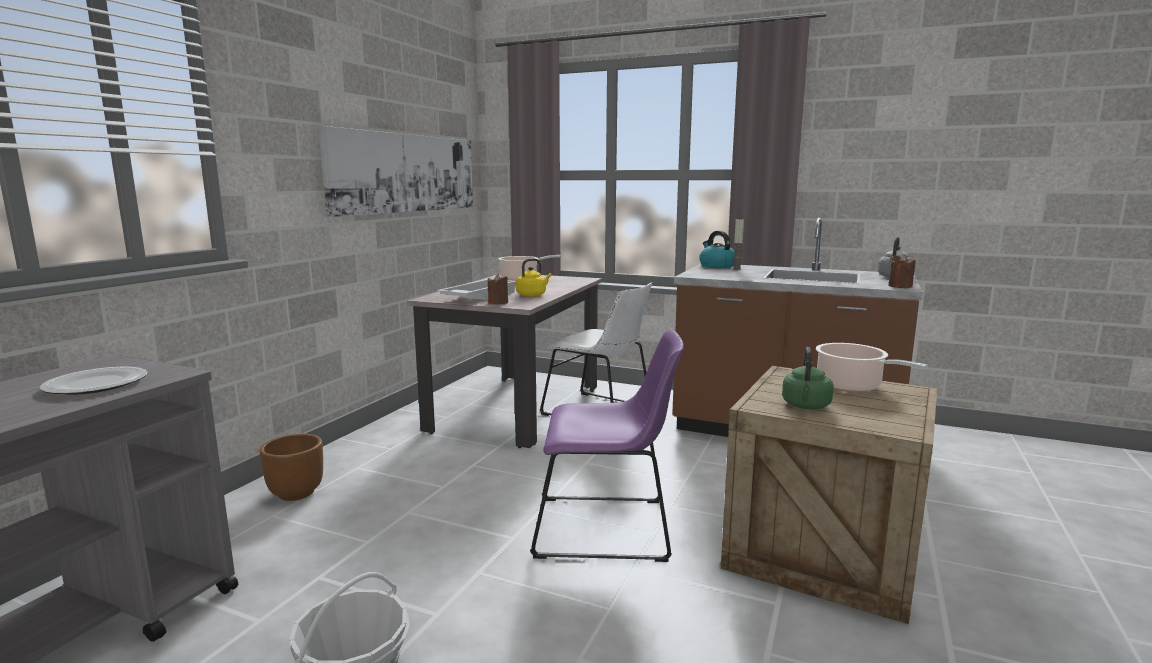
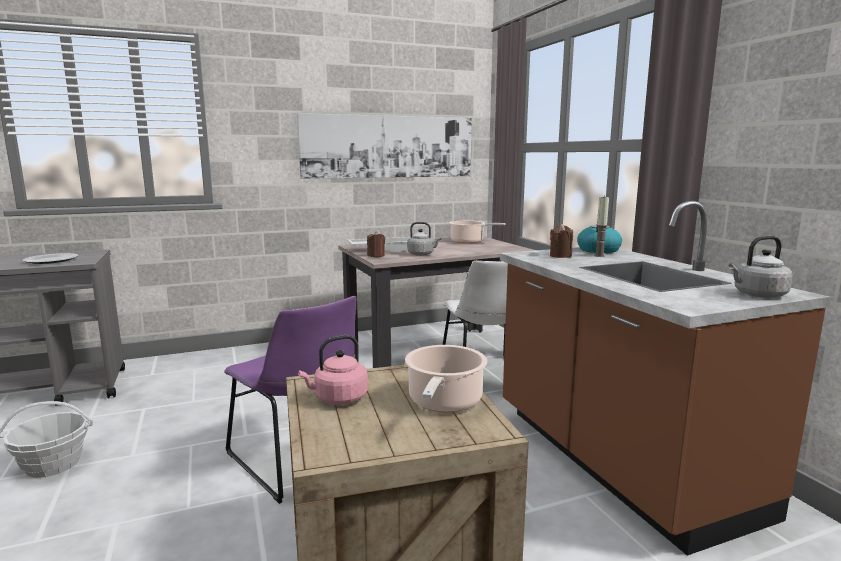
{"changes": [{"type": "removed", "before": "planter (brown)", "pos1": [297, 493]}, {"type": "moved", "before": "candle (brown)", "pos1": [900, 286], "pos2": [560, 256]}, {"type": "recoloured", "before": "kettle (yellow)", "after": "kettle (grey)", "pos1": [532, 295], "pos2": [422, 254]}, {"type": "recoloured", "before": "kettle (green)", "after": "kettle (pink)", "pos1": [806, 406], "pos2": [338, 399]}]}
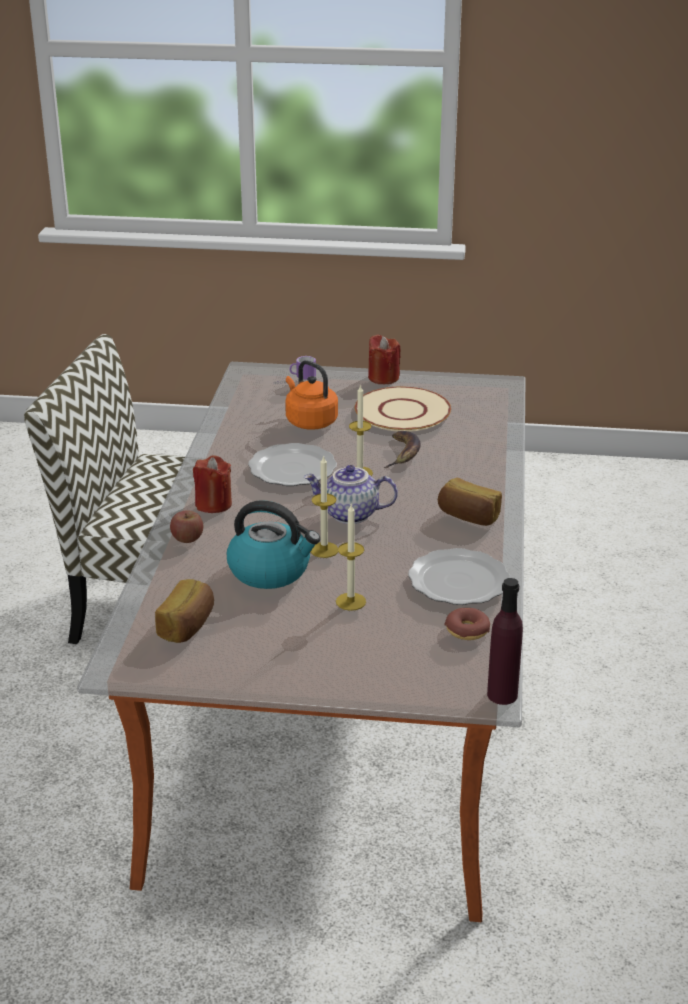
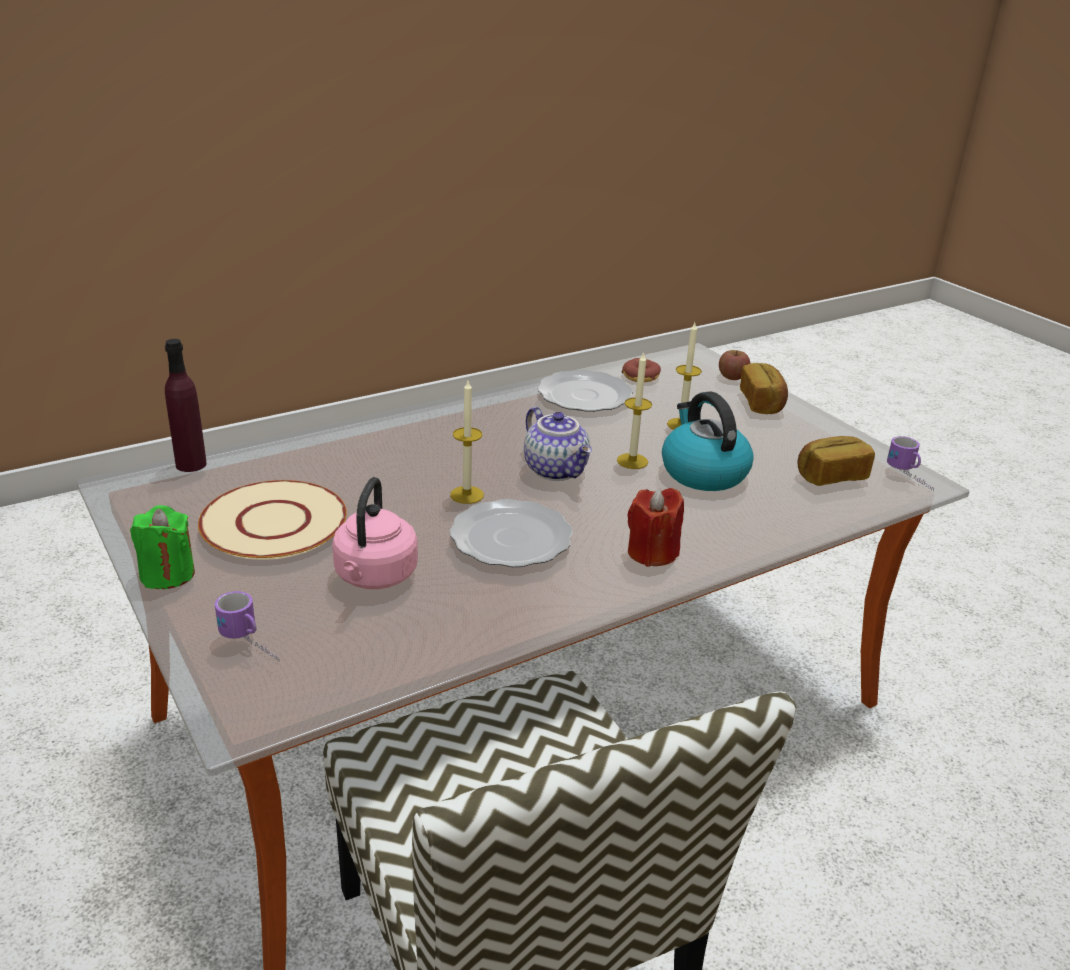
{"changes": [{"type": "removed", "before": "banana", "pos1": [403, 453]}, {"type": "added", "after": "mug", "pos2": [910, 478]}, {"type": "moved", "before": "apple", "pos1": [187, 538], "pos2": [732, 377]}, {"type": "moved", "before": "bread", "pos1": [468, 517], "pos2": [762, 403]}, {"type": "moved", "before": "bottle (purple)", "pos1": [502, 695], "pos2": [191, 464]}, {"type": "recoloured", "before": "kettle (orange)", "after": "kettle (pink)", "pos1": [309, 421], "pos2": [374, 577]}, {"type": "recoloured", "before": "candle (red)", "after": "candle (green)", "pos1": [383, 378], "pos2": [167, 574]}]}
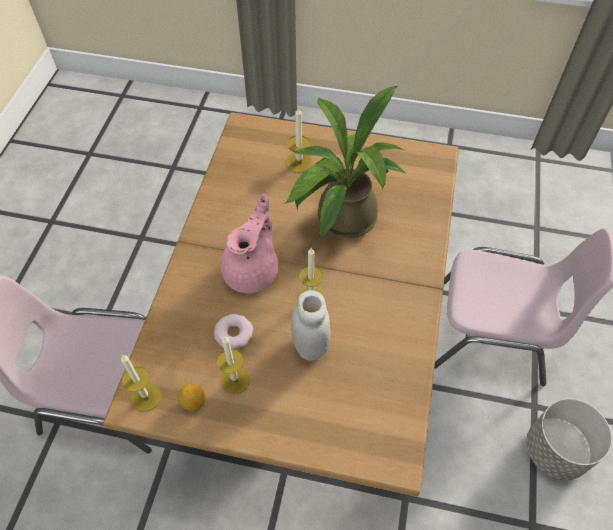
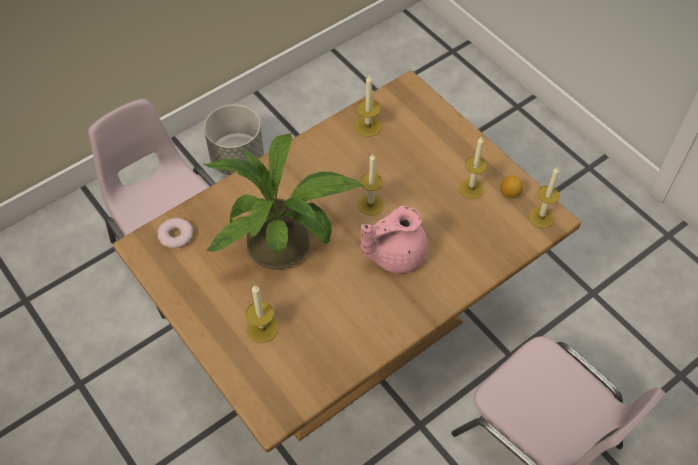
{"changes": [{"type": "removed", "before": "jar (white)", "pos1": [310, 345]}, {"type": "added", "after": "candle", "pos2": [367, 126]}, {"type": "moved", "before": "donut", "pos1": [234, 333], "pos2": [175, 235]}]}
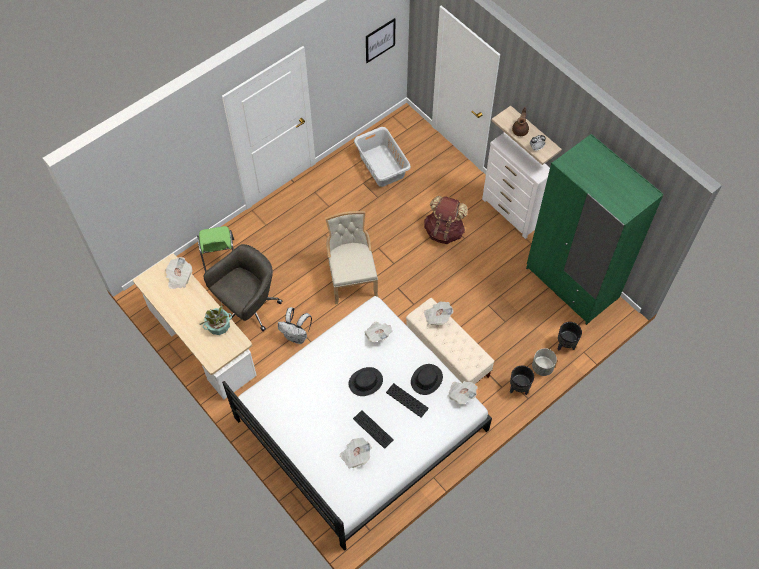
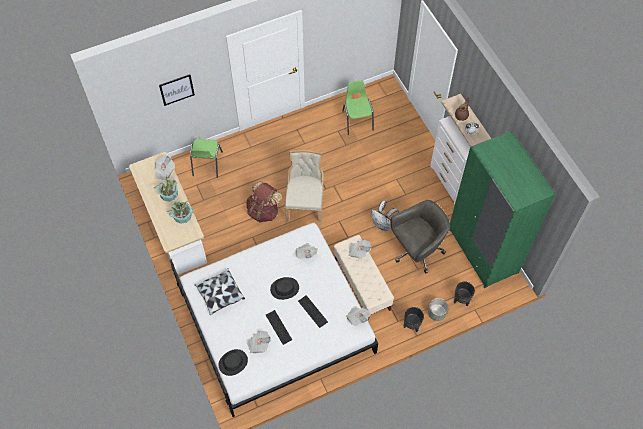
{"changes": [{"type": "added", "after": "potted plant", "pos2": [169, 194]}, {"type": "added", "after": "pillow", "pos2": [220, 295]}, {"type": "moved", "before": "office chair (grey)", "pos1": [248, 307], "pos2": [416, 251]}, {"type": "moved", "before": "backpack (white)", "pos1": [297, 336], "pos2": [383, 225]}, {"type": "moved", "before": "picture", "pos1": [380, 40], "pos2": [177, 89]}, {"type": "moved", "before": "hat (black)", "pos1": [426, 379], "pos2": [233, 362]}, {"type": "moved", "before": "backpack (brown)", "pos1": [444, 231], "pos2": [263, 211]}, {"type": "replaced", "before": "laundry basket (grey)", "after": "chair (green)", "pos1": [382, 165], "pos2": [357, 120]}]}
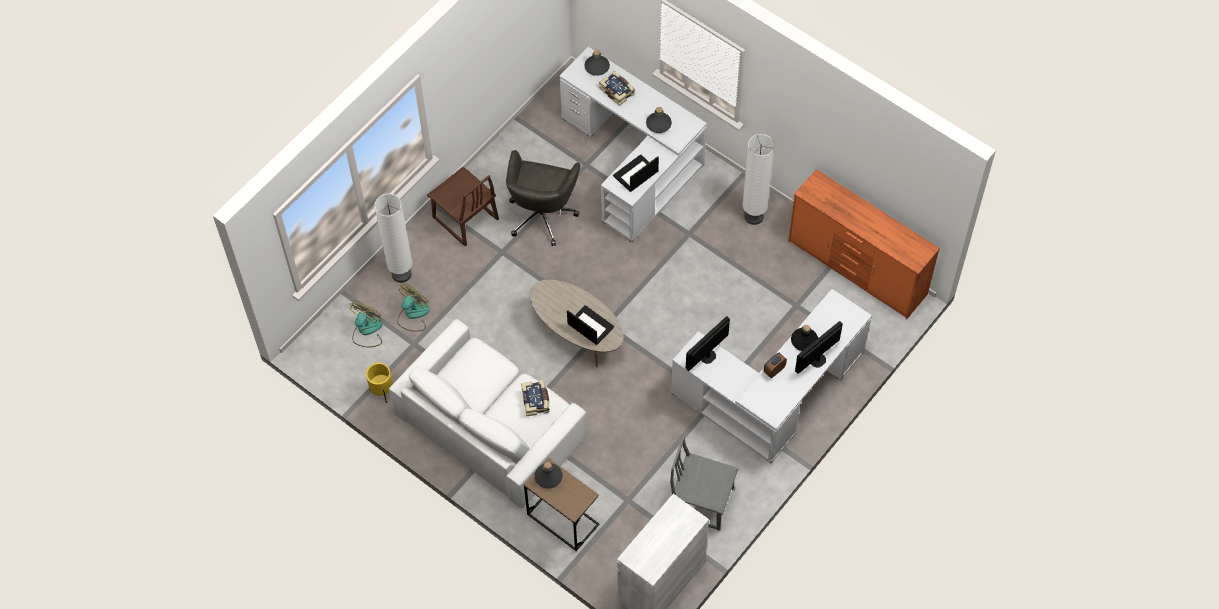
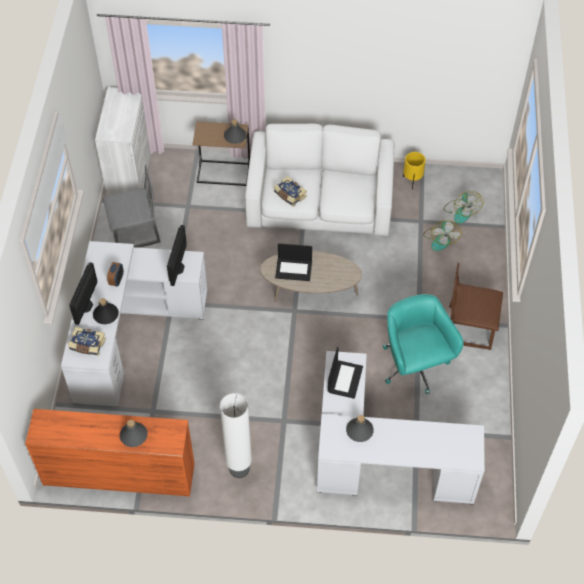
{"changes": [{"type": "removed", "before": "floor lamp (white)", "pos1": [401, 274]}, {"type": "moved", "before": "bottle (grey)", "pos1": [596, 67], "pos2": [134, 435]}, {"type": "moved", "before": "book", "pos1": [617, 91], "pos2": [87, 345]}, {"type": "recoloured", "before": "office chair (grey)", "after": "office chair (turquoise)", "pos1": [542, 214], "pos2": [414, 367]}]}
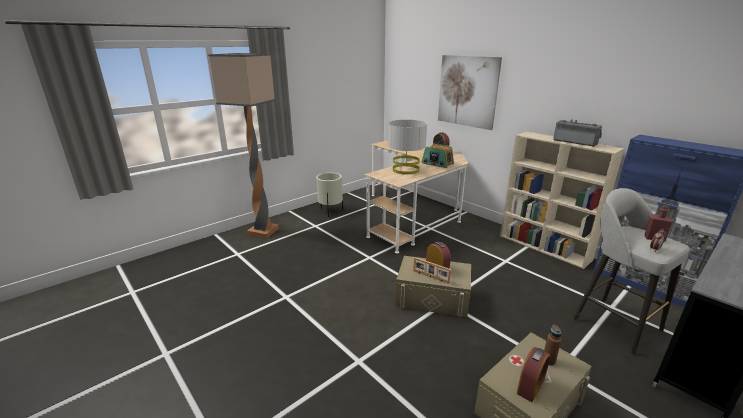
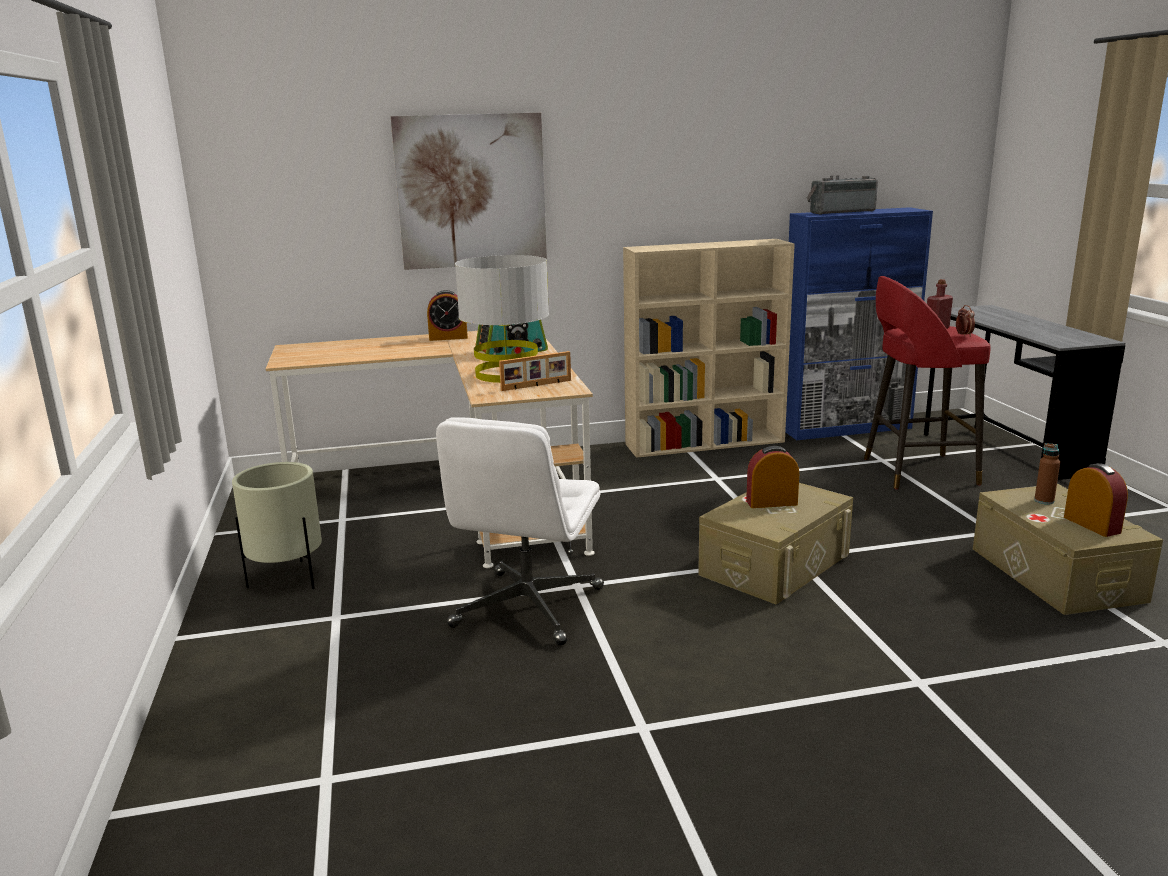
{"changes": [{"type": "removed", "before": "floor lamp", "pos1": [263, 231]}, {"type": "added", "after": "office chair (white)", "pos2": [527, 608]}, {"type": "moved", "before": "picture frame", "pos1": [430, 277], "pos2": [536, 385]}, {"type": "moved", "before": "radio", "pos1": [575, 142], "pos2": [840, 212]}, {"type": "recoloured", "before": "stool (grey)", "after": "stool (red)", "pos1": [614, 323], "pos2": [916, 471]}]}
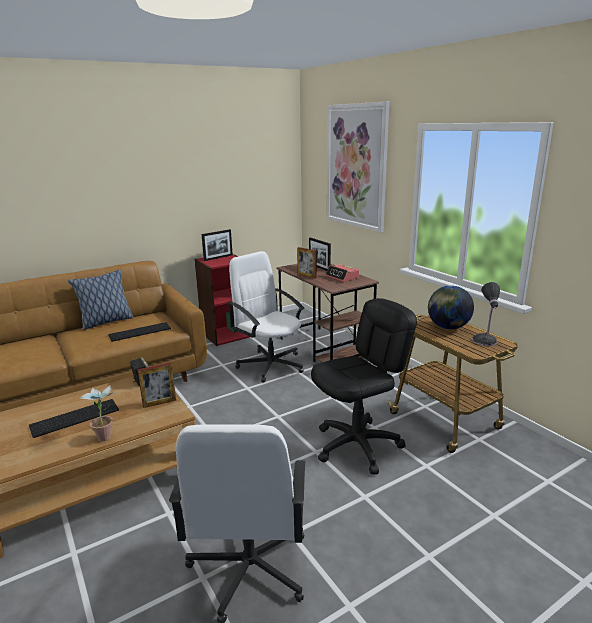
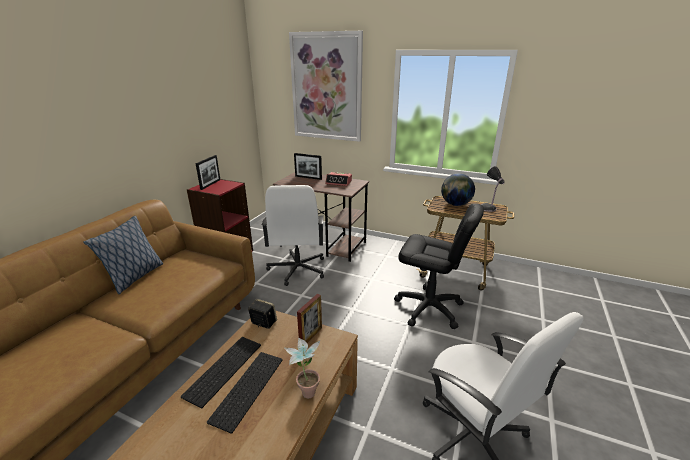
{"changes": [{"type": "removed", "before": "picture frame", "pos1": [307, 276]}, {"type": "moved", "before": "keyboard", "pos1": [140, 331], "pos2": [223, 368]}, {"type": "turned", "before": "office chair (white)", "pos1": [271, 364], "pos2": [297, 269], "turn": -105}, {"type": "turned", "before": "office chair (black)", "pos1": [358, 446], "pos2": [429, 308], "turn": 90}]}
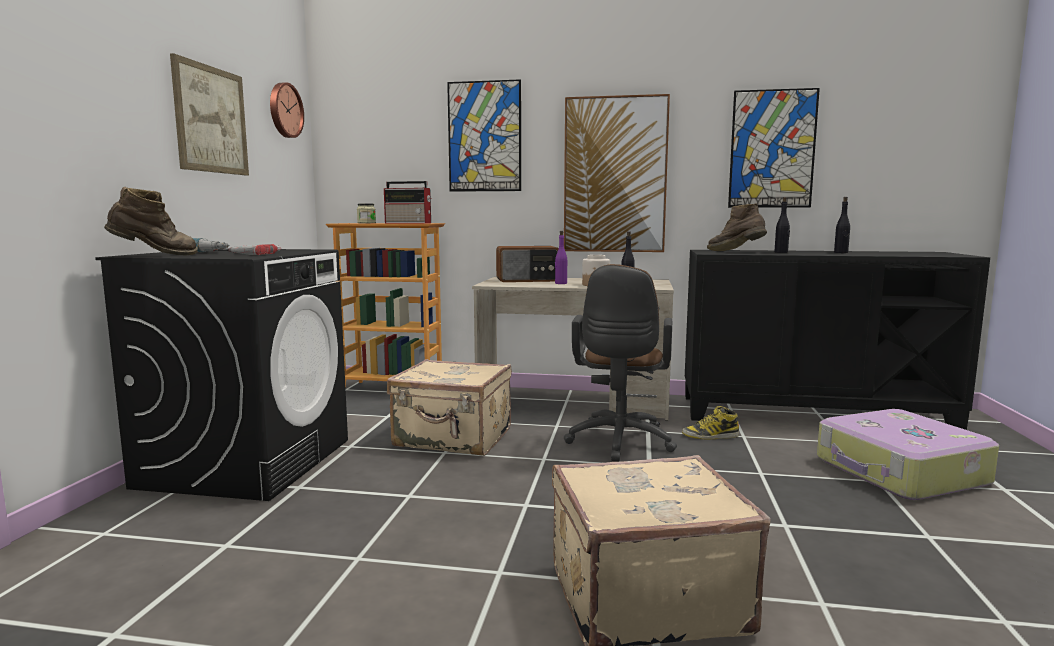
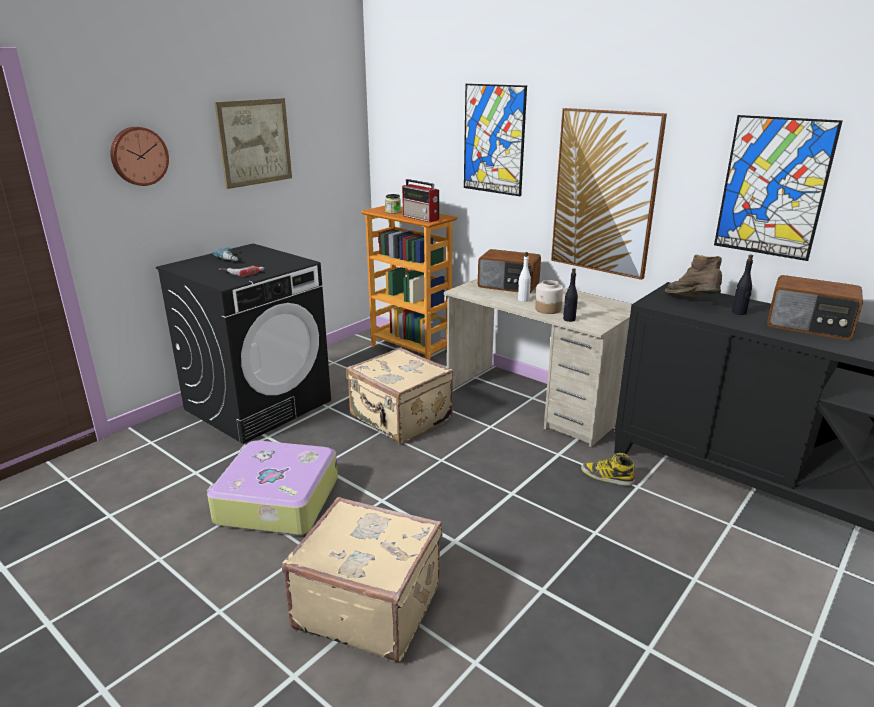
{"changes": [{"type": "removed", "before": "boot (brown)", "pos1": [155, 256]}, {"type": "removed", "before": "office chair (brown)", "pos1": [619, 443]}, {"type": "moved", "before": "wall clock", "pos1": [284, 110], "pos2": [138, 156]}, {"type": "moved", "before": "suitcase", "pos1": [900, 472], "pos2": [276, 501]}, {"type": "replaced", "before": "bottle (black)", "after": "radio", "pos1": [841, 252], "pos2": [809, 326]}, {"type": "recoloured", "before": "bottle (purple)", "after": "bottle (white)", "pos1": [560, 283], "pos2": [523, 299]}]}
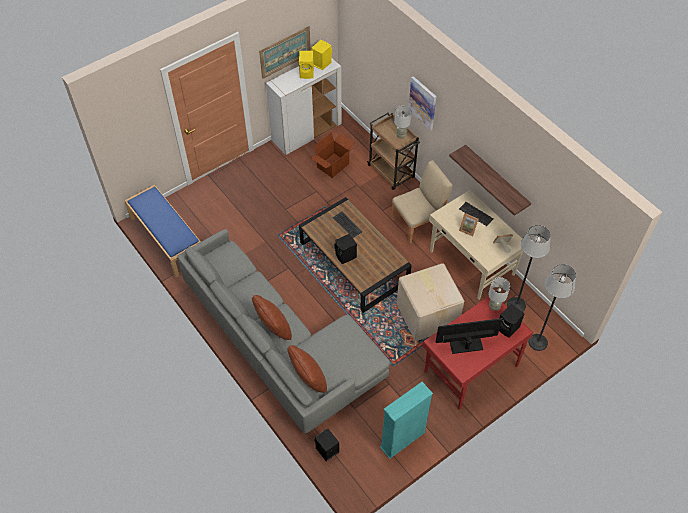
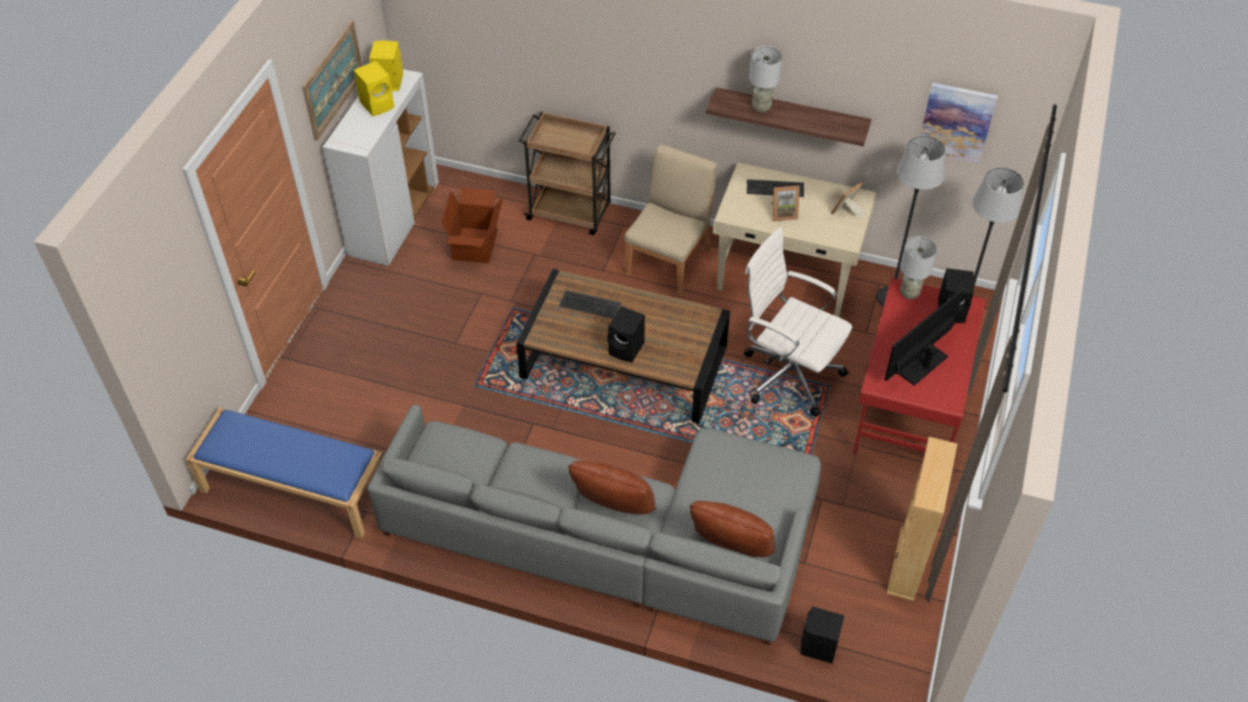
{"changes": [{"type": "moved", "before": "table lamp (grey)", "pos1": [401, 135], "pos2": [761, 107]}, {"type": "moved", "before": "picture", "pos1": [423, 103], "pos2": [956, 122]}, {"type": "replaced", "before": "cardboard box", "after": "office chair (white)", "pos1": [427, 314], "pos2": [788, 374]}, {"type": "recoloured", "before": "bookcase (turquoise)", "after": "bookcase (beige)", "pos1": [402, 440], "pos2": [907, 563]}]}
